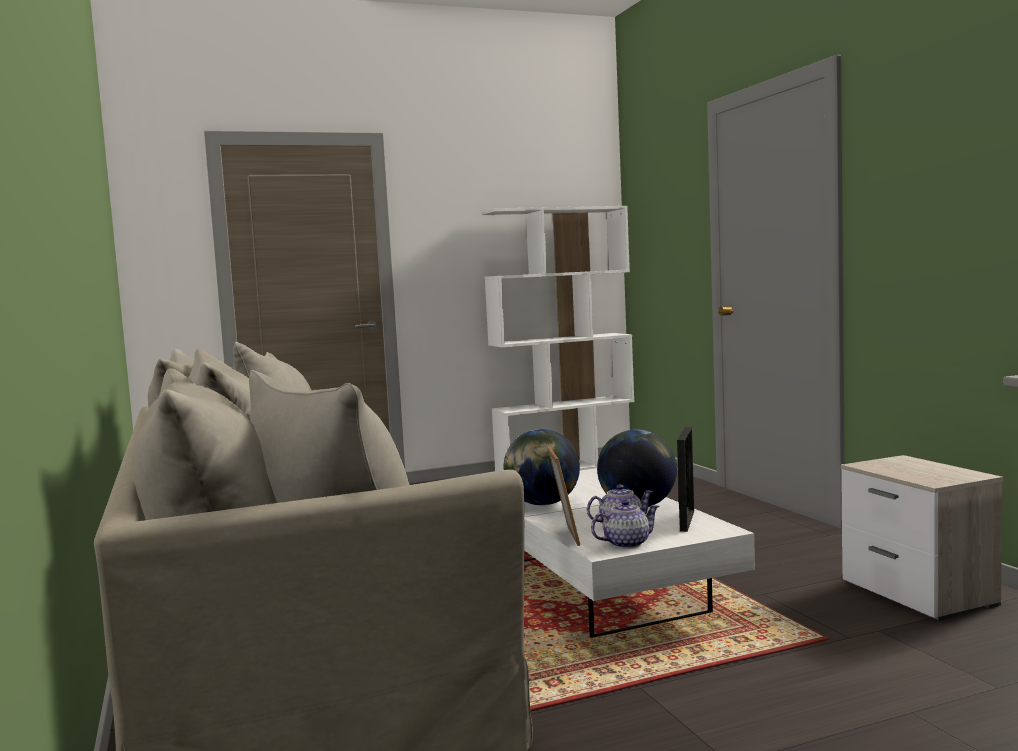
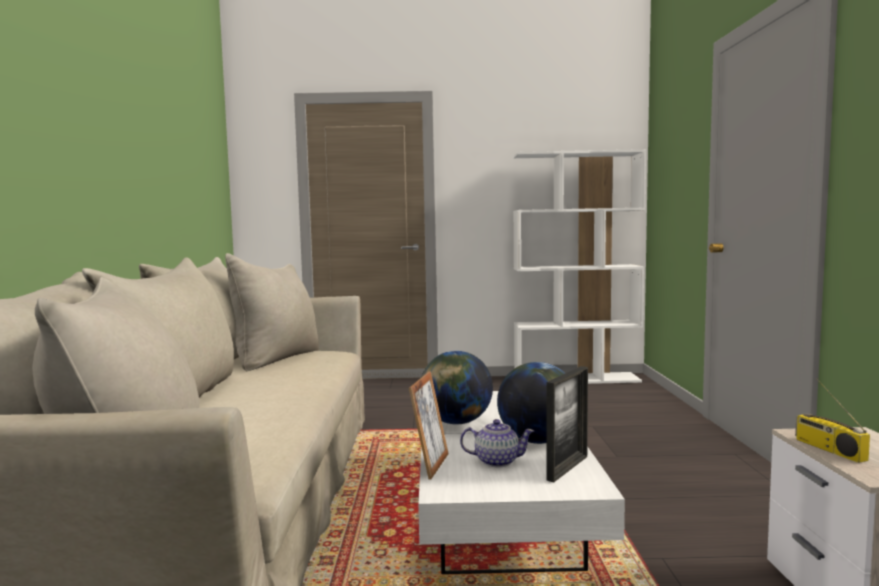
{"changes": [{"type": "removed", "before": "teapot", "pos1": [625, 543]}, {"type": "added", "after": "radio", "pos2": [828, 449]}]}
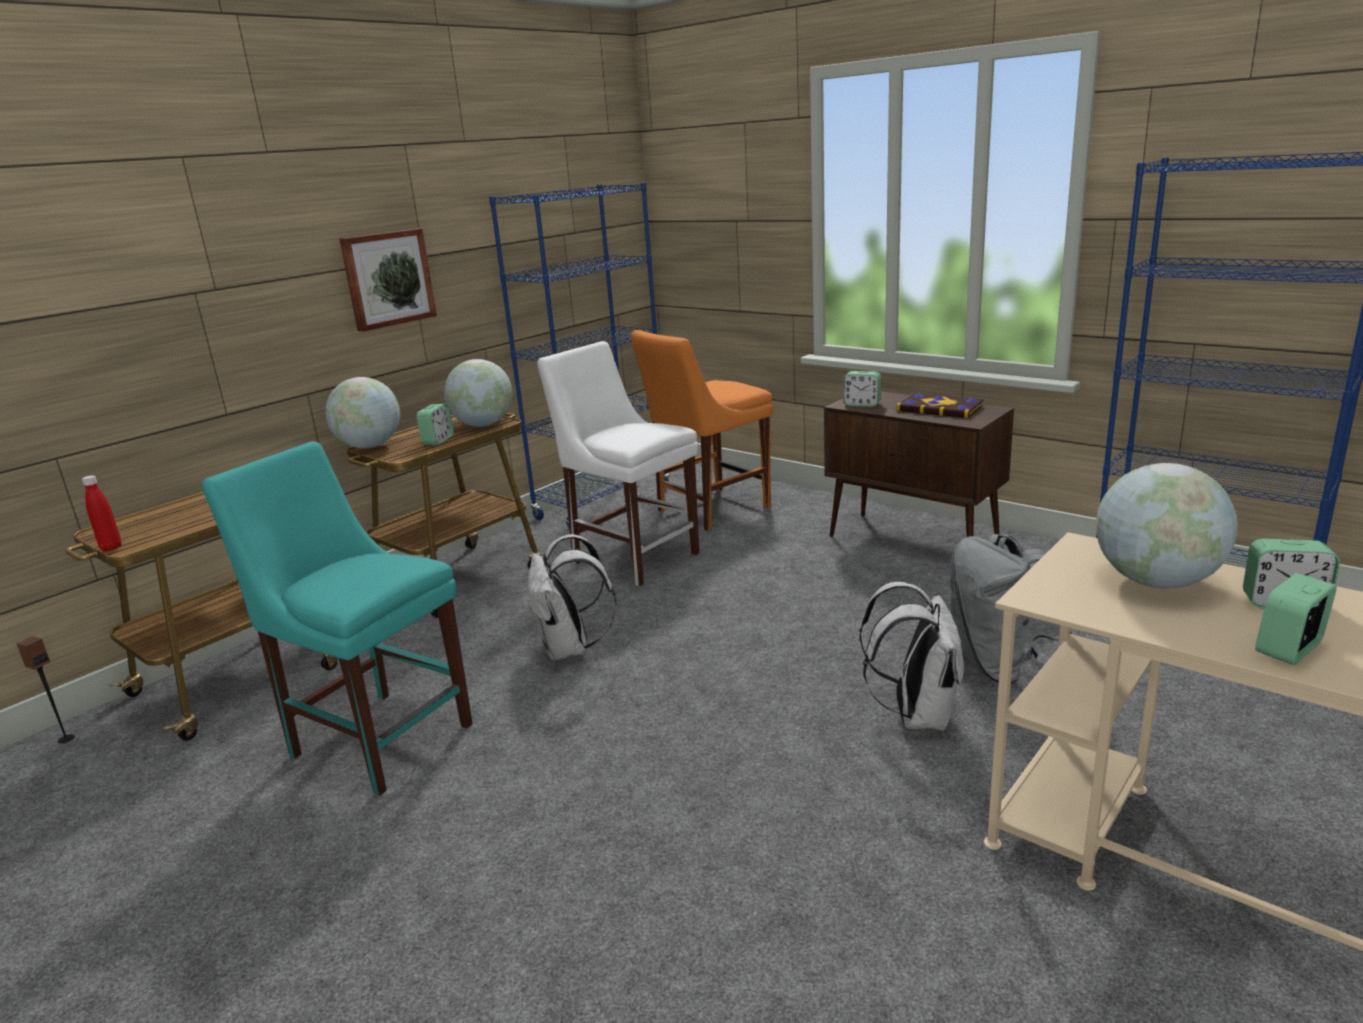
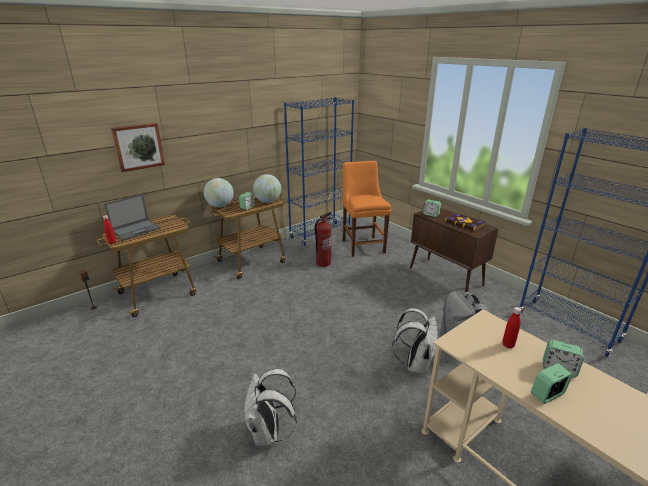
{"changes": [{"type": "removed", "before": "chair (turquoise)", "pos1": [377, 737]}, {"type": "added", "after": "laptop", "pos2": [136, 229]}, {"type": "moved", "before": "picture", "pos1": [388, 279], "pos2": [138, 146]}, {"type": "moved", "before": "backpack (white)", "pos1": [570, 649], "pos2": [268, 433]}, {"type": "replaced", "before": "chair (white)", "after": "fire extinguisher", "pos1": [631, 556], "pos2": [323, 263]}, {"type": "replaced", "before": "globe", "after": "bottle (red)", "pos1": [1156, 582], "pos2": [508, 345]}, {"type": "turned", "before": "chair (orange)", "pos1": [708, 510], "pos2": [362, 245], "turn": 105}]}
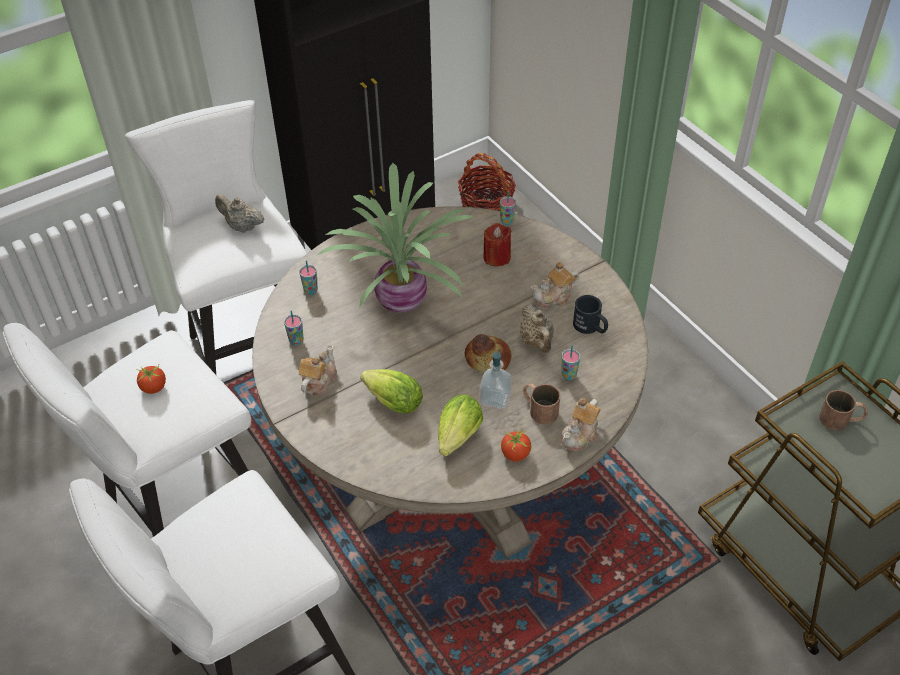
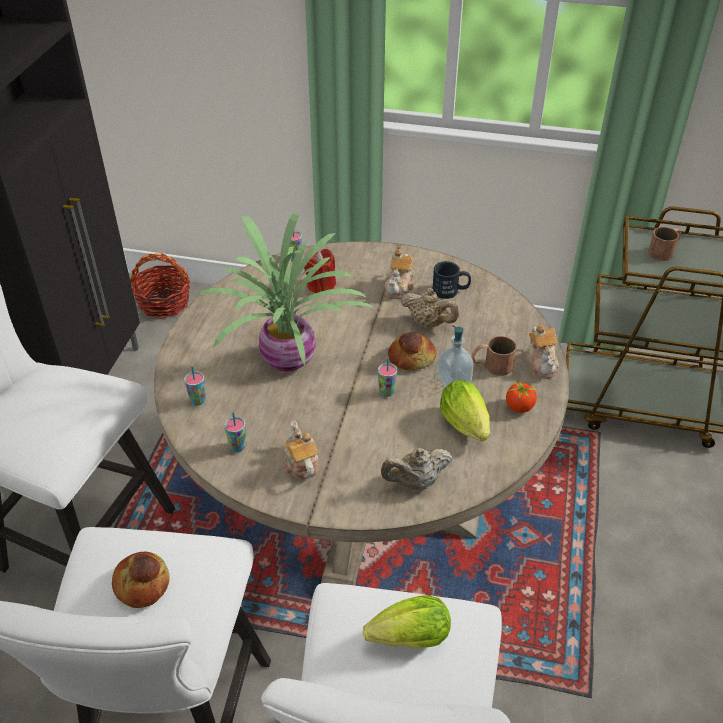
{"changes": [{"type": "moved", "before": "teapot (beige)", "pos1": [242, 226], "pos2": [416, 482]}, {"type": "moved", "before": "lettuce", "pos1": [390, 401], "pos2": [405, 639]}, {"type": "moved", "before": "cup", "pos1": [568, 375], "pos2": [386, 392]}, {"type": "replaced", "before": "tomato", "after": "bread", "pos1": [154, 387], "pos2": [141, 584]}]}
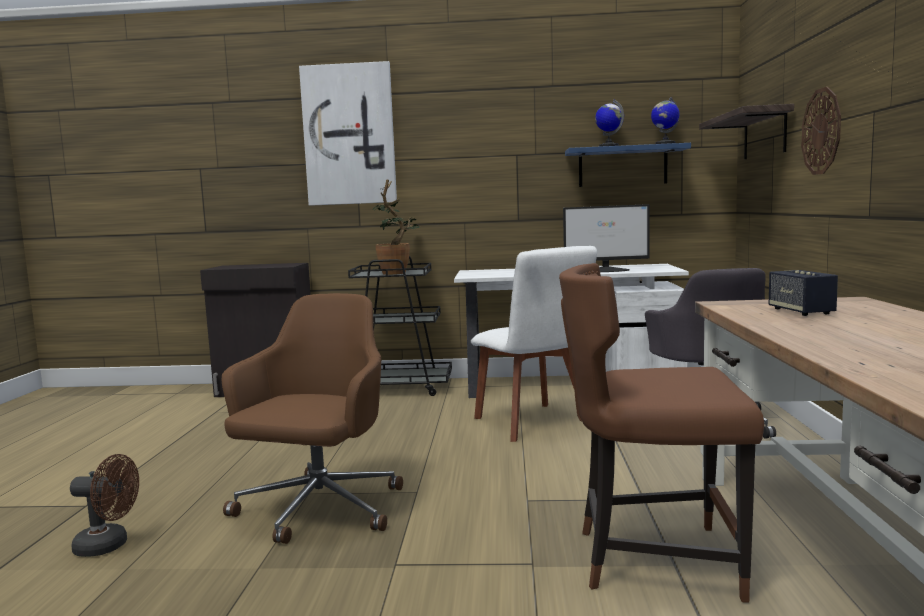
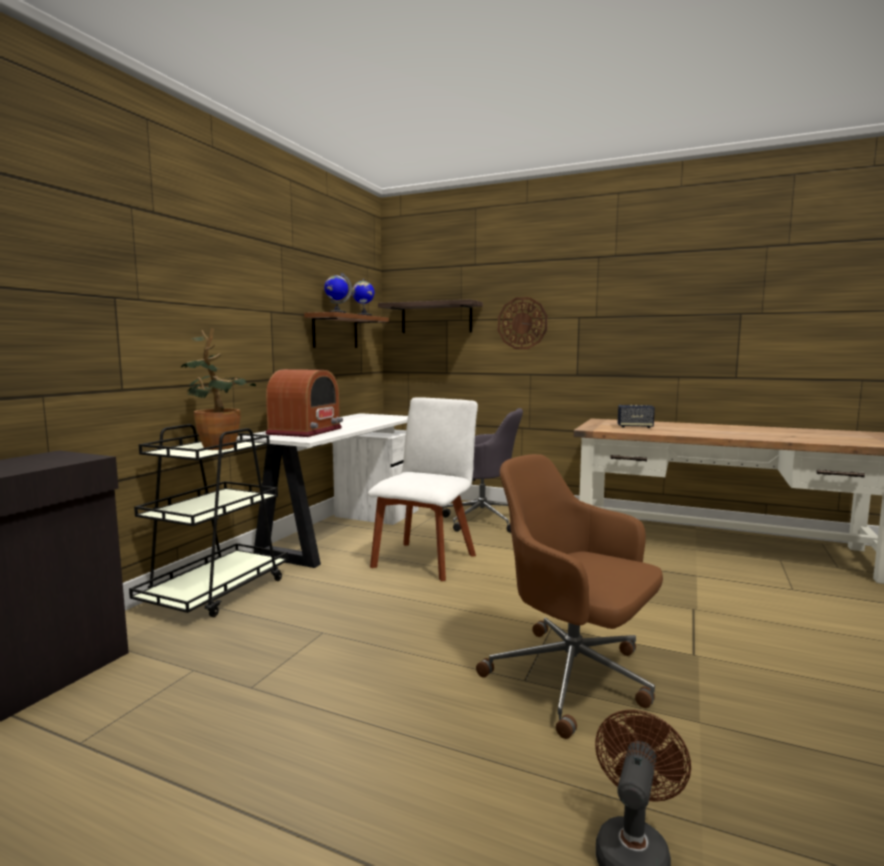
{"changes": [{"type": "removed", "before": "picture", "pos1": [349, 135]}, {"type": "removed", "before": "chair (brown)", "pos1": [653, 560]}, {"type": "removed", "before": "monitor", "pos1": [606, 270]}, {"type": "added", "after": "radio", "pos2": [305, 431]}, {"type": "recoloured", "before": "shelf (blue)", "after": "shelf (brown)", "pos1": [622, 166], "pos2": [335, 331]}, {"type": "turned", "before": "chair (white)", "pos1": [535, 423], "pos2": [426, 559], "turn": -60}]}
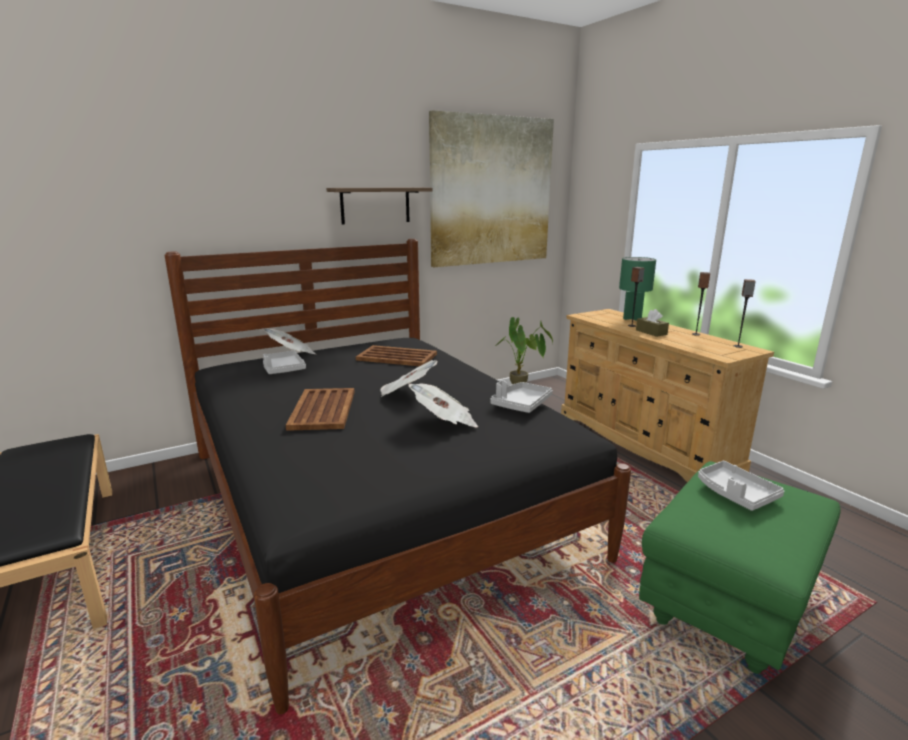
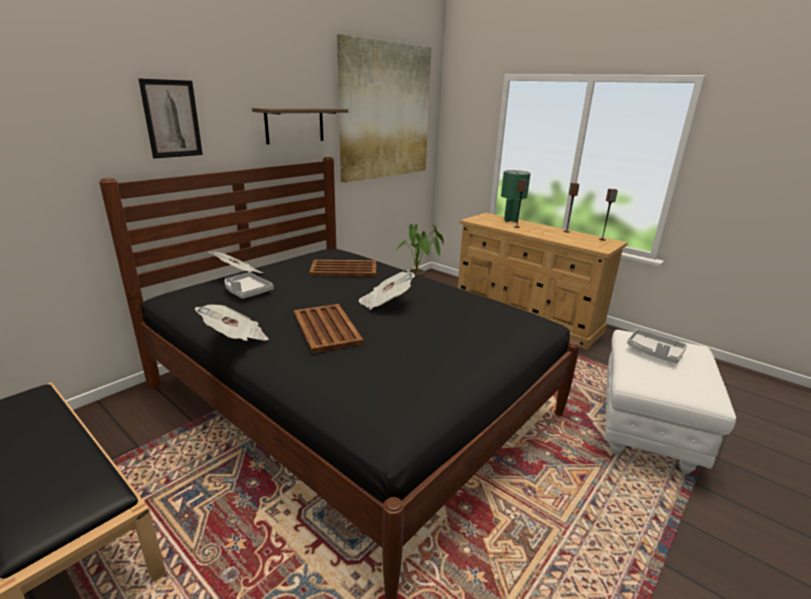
{"changes": [{"type": "removed", "before": "tray (grey)", "pos1": [521, 404]}, {"type": "removed", "before": "tissue box (brown)", "pos1": [651, 332]}, {"type": "added", "after": "picture", "pos2": [172, 119]}, {"type": "moved", "before": "newspaper", "pos1": [444, 422], "pos2": [236, 338]}, {"type": "recoloured", "before": "ottoman (green)", "after": "ottoman (white)", "pos1": [728, 607], "pos2": [647, 432]}]}
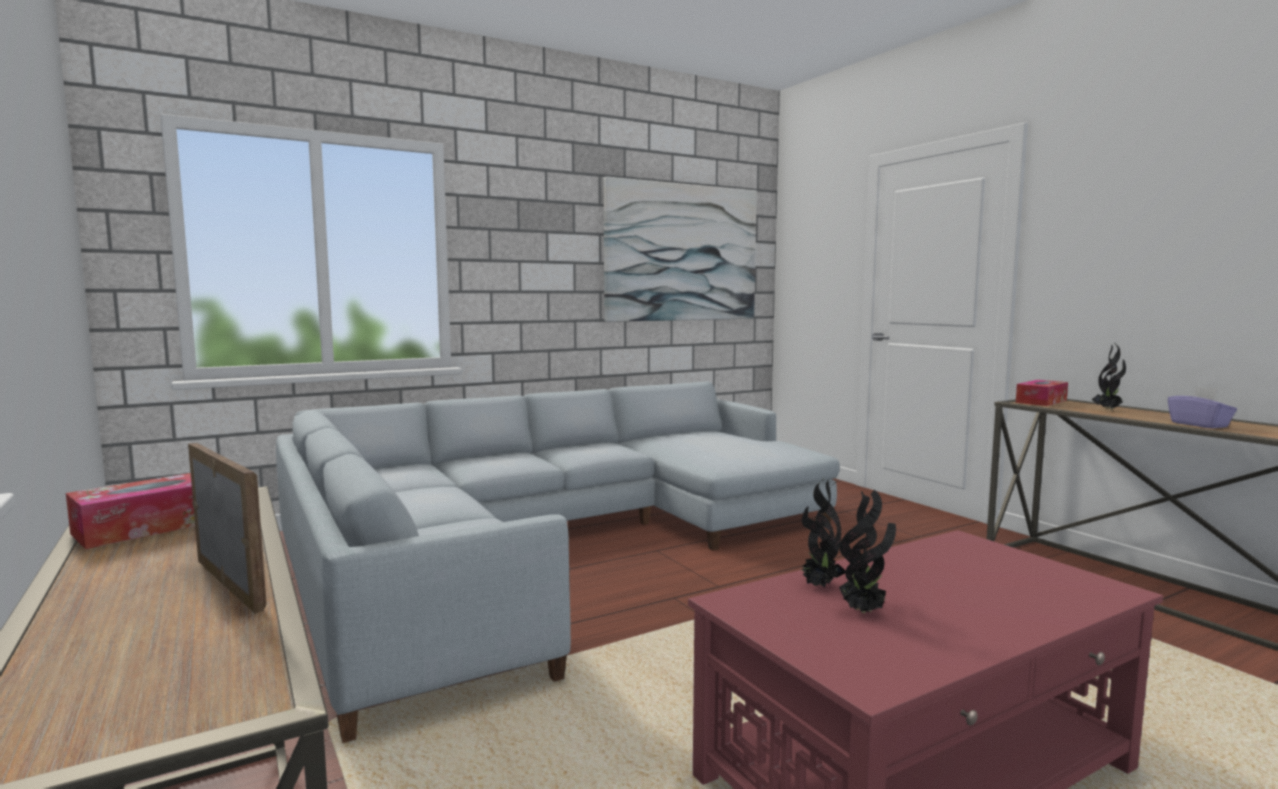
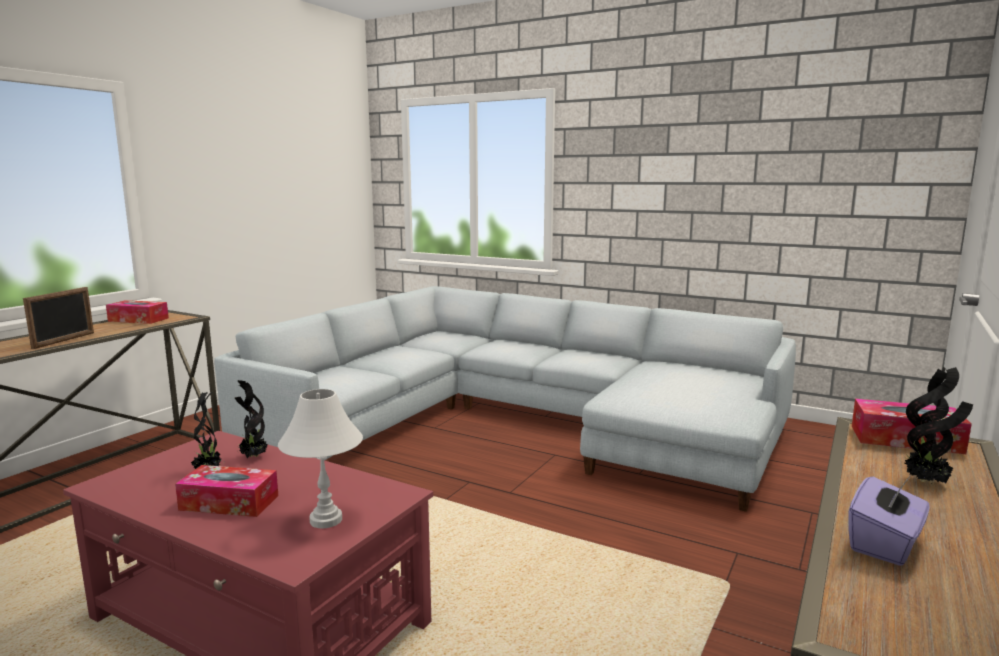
{"changes": [{"type": "removed", "before": "picture", "pos1": [682, 253]}, {"type": "added", "after": "tissue box", "pos2": [229, 503]}, {"type": "added", "after": "table lamp (white)", "pos2": [325, 520]}]}
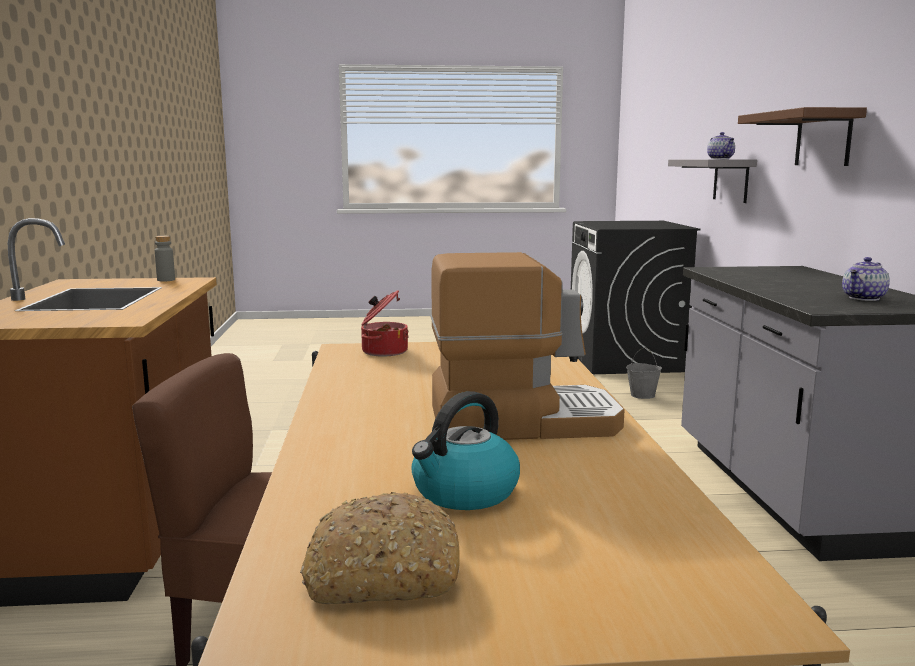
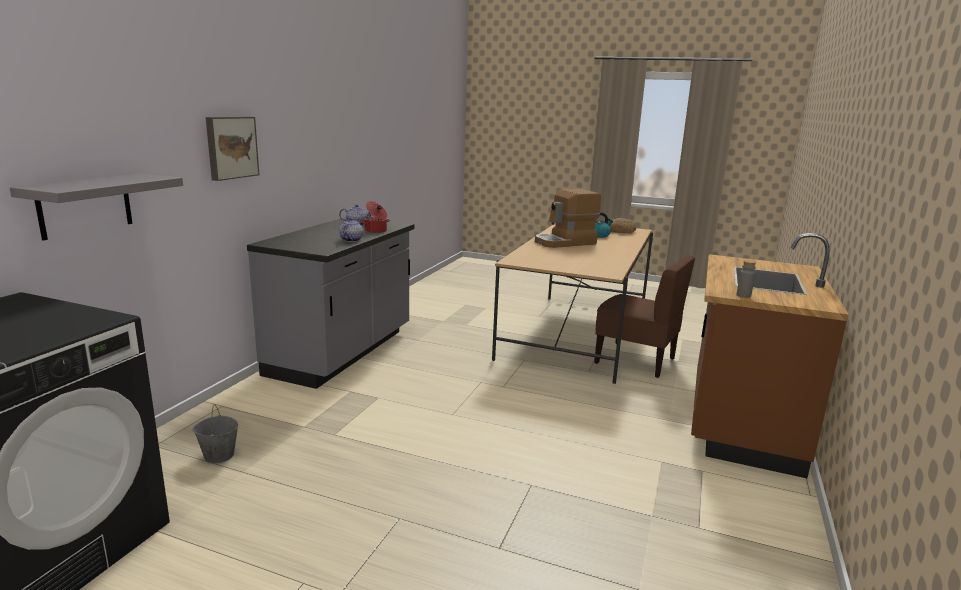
{"changes": [{"type": "moved", "before": "cooking pot", "pos1": [383, 351], "pos2": [376, 231]}, {"type": "moved", "before": "teapot", "pos1": [721, 159], "pos2": [351, 240]}, {"type": "replaced", "before": "shelf (brown)", "after": "picture", "pos1": [823, 139], "pos2": [231, 147]}, {"type": "turned", "before": "coffee machine", "pos1": [522, 420], "pos2": [565, 242], "turn": -45}]}
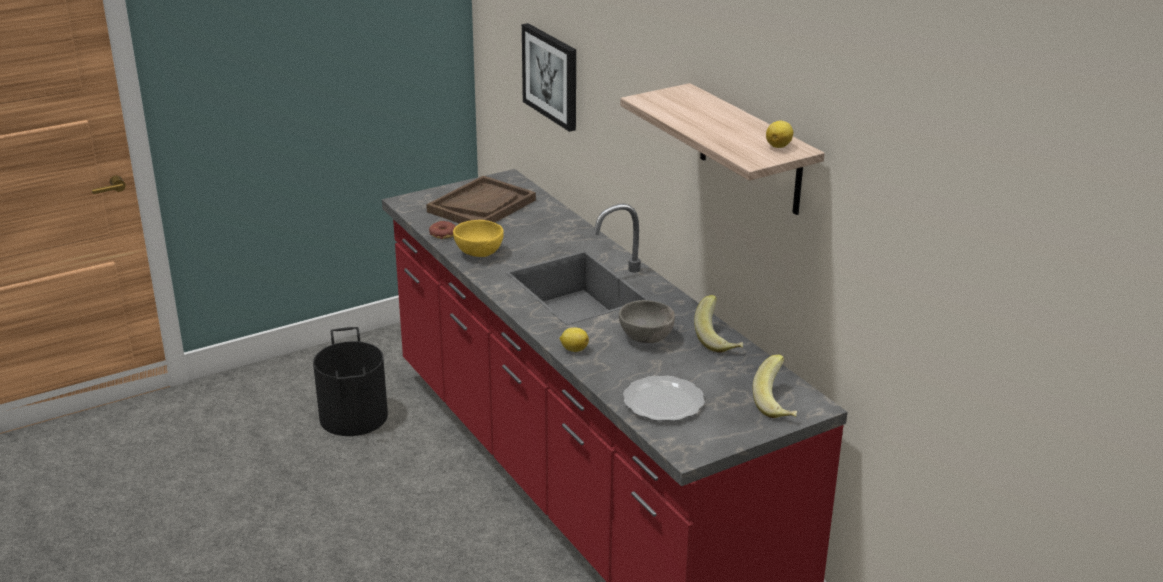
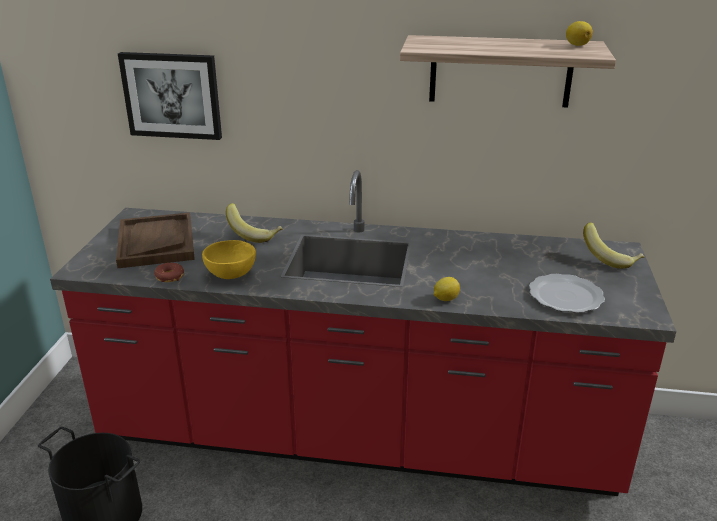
{"changes": [{"type": "removed", "before": "bowl (grey)", "pos1": [646, 339]}, {"type": "moved", "before": "banana", "pos1": [720, 340], "pos2": [255, 235]}]}
